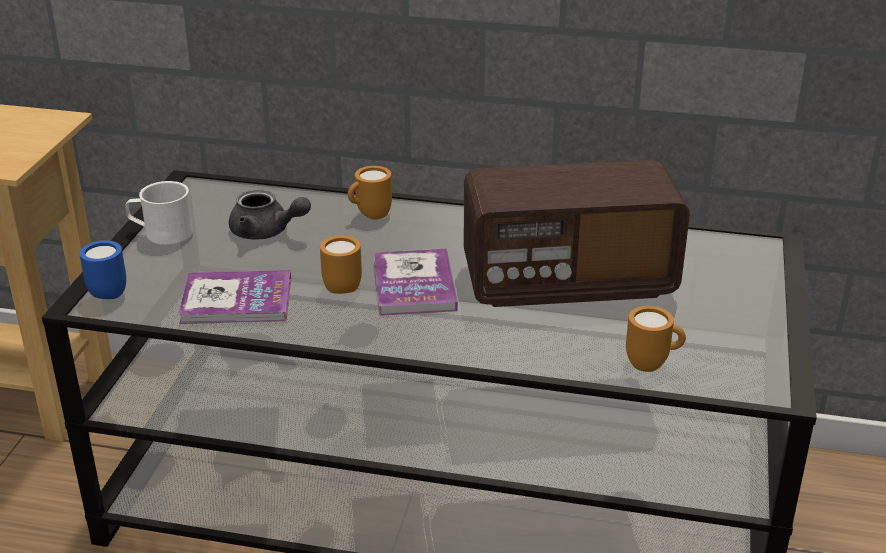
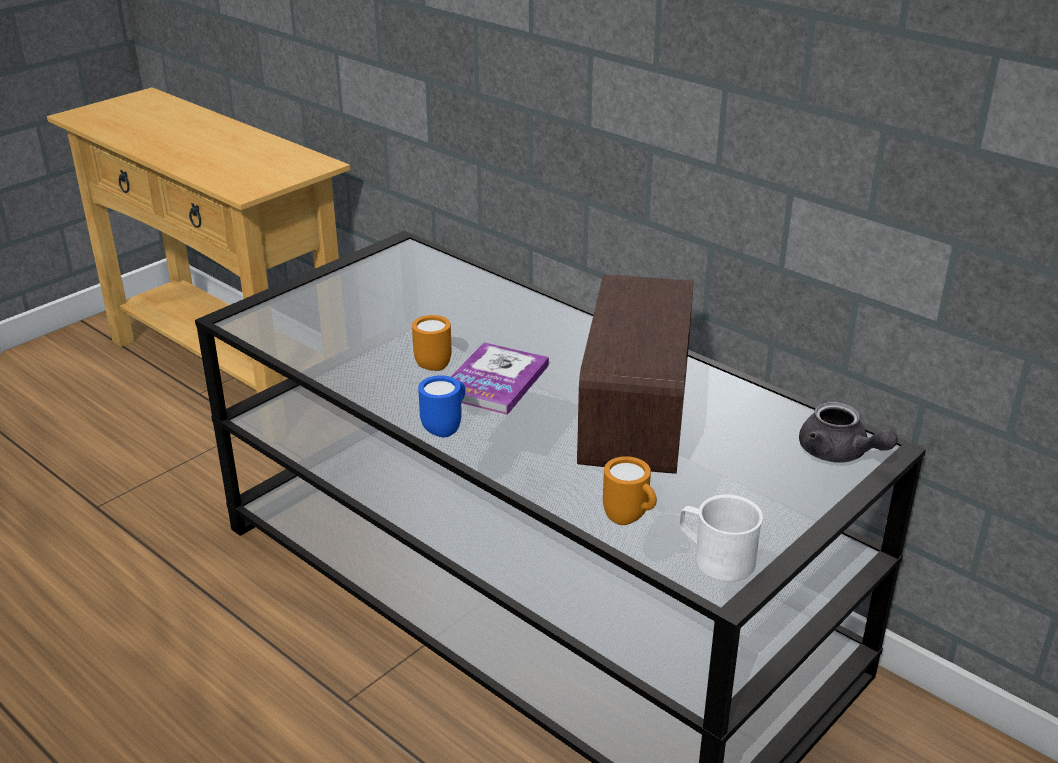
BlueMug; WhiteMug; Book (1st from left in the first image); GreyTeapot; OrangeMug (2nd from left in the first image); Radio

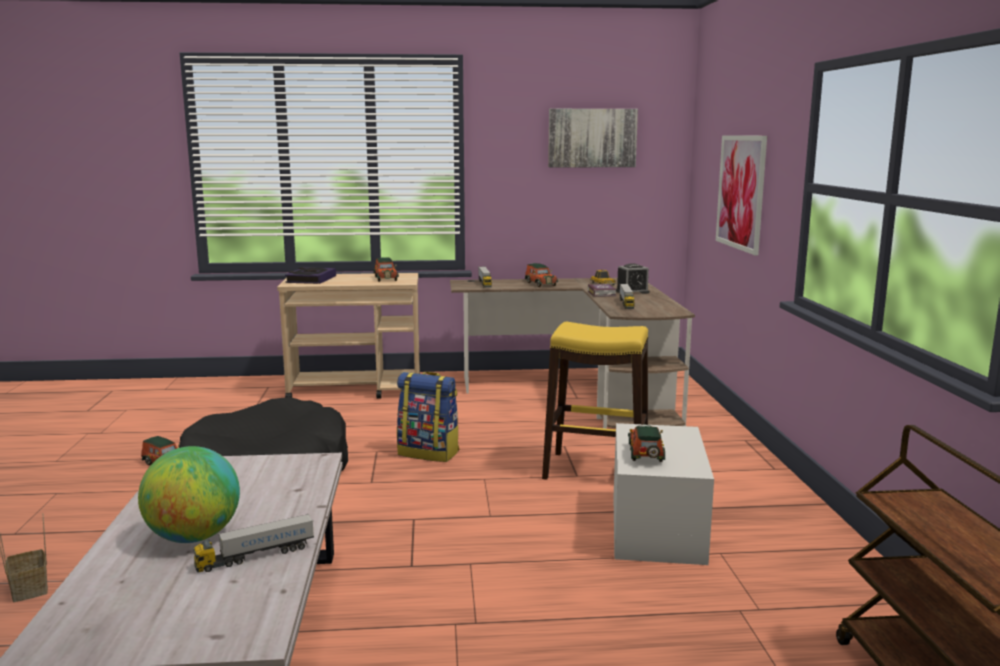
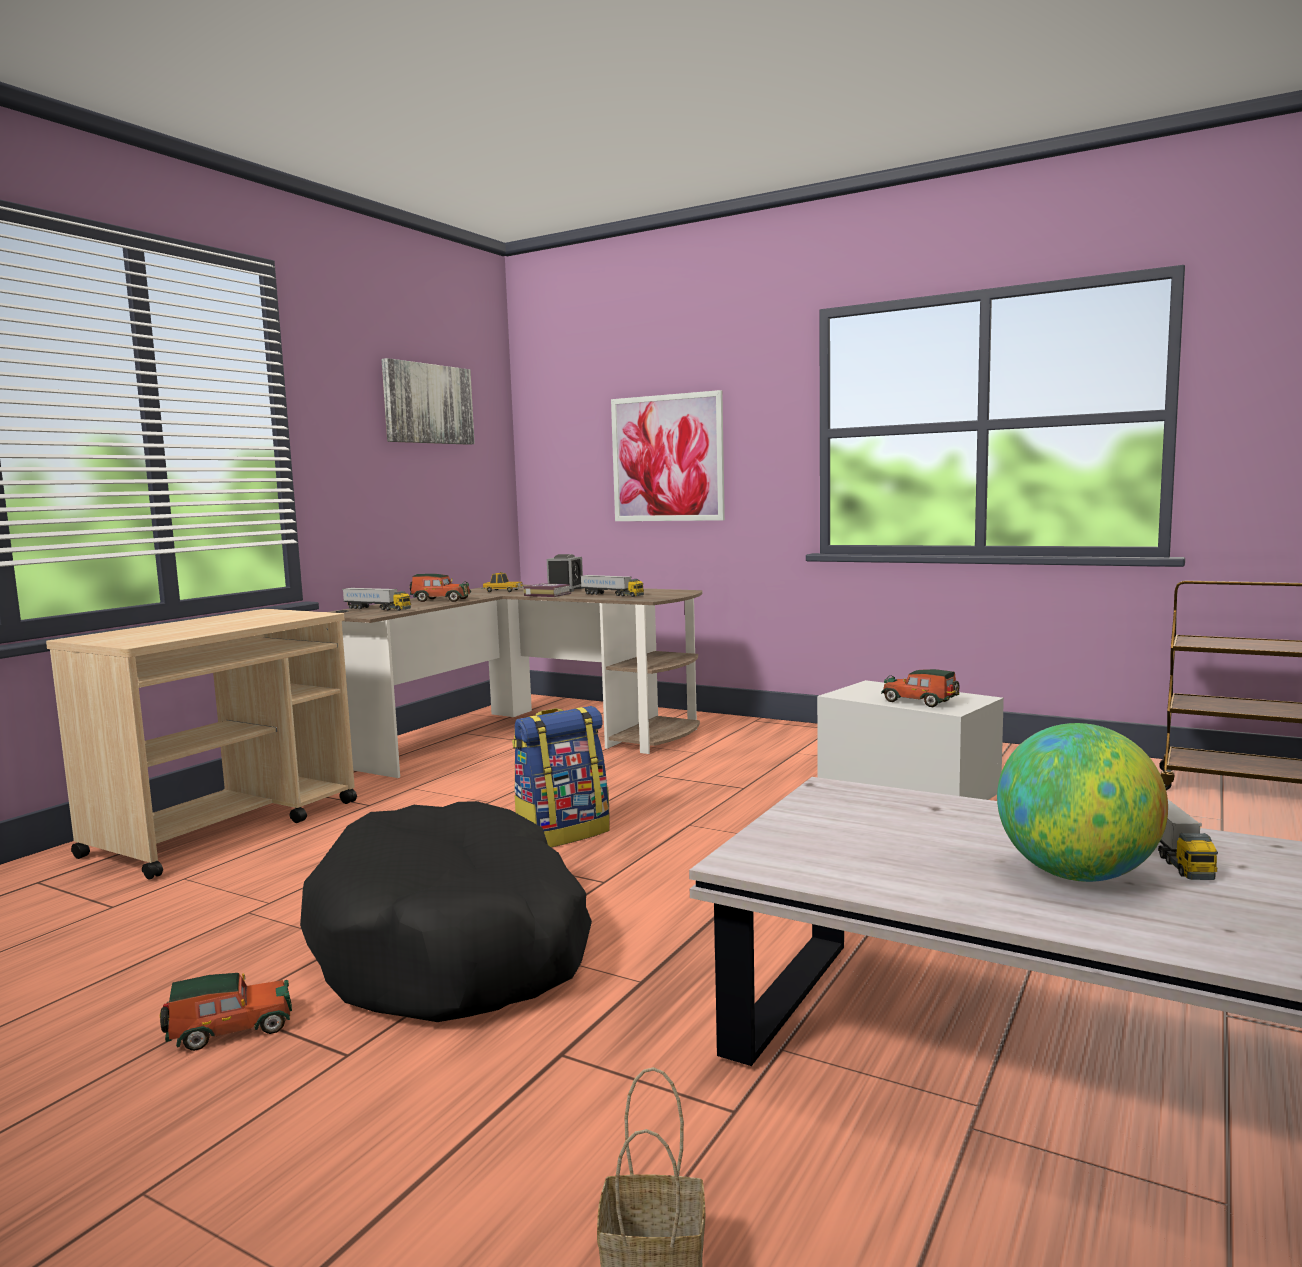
Book (1st from left in the first image); ToyCar (2nd from left in the first image); YellowStool

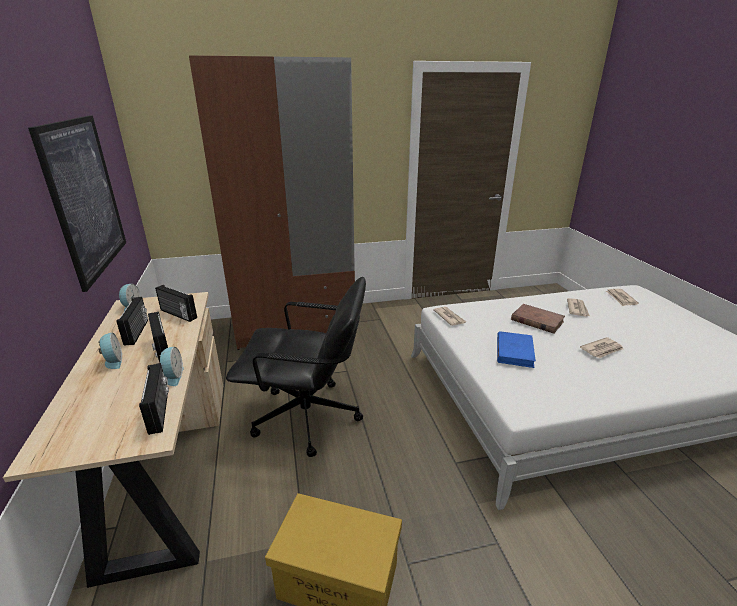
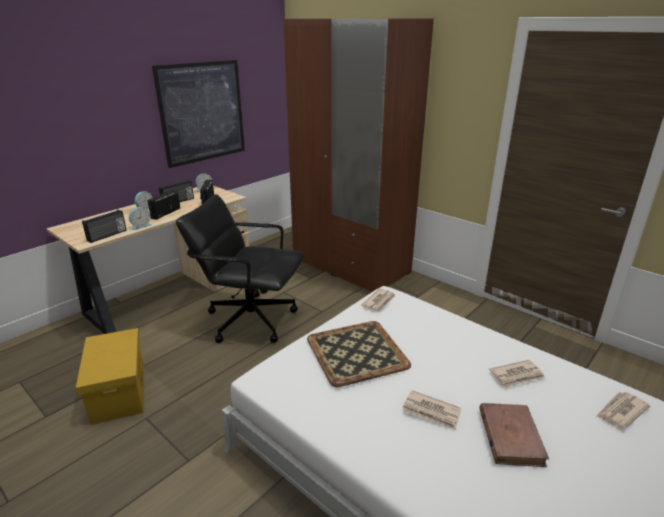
BlackOfficeChair; Tray; BrownBook

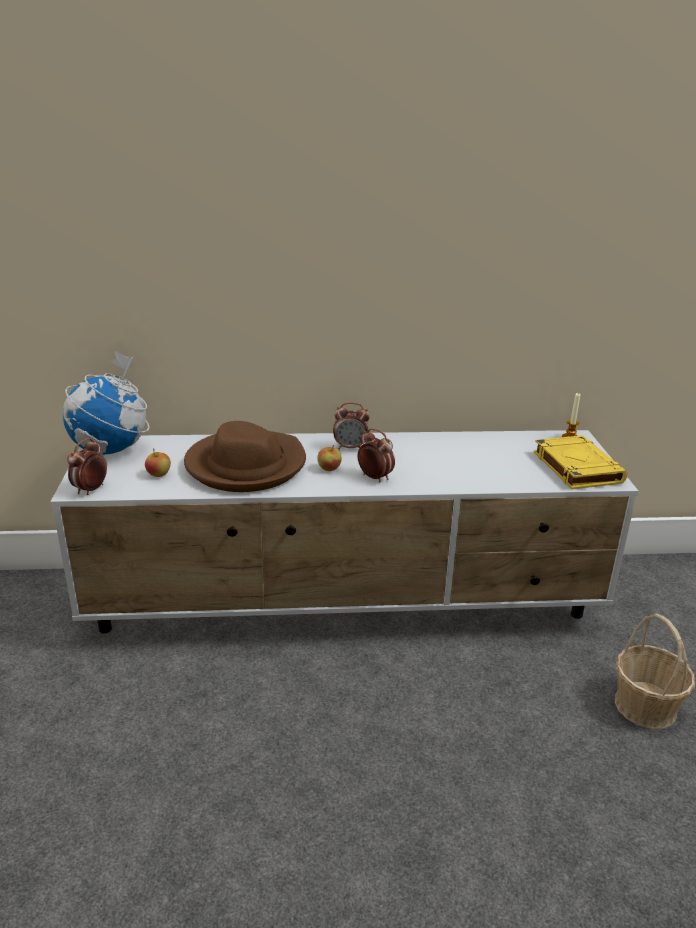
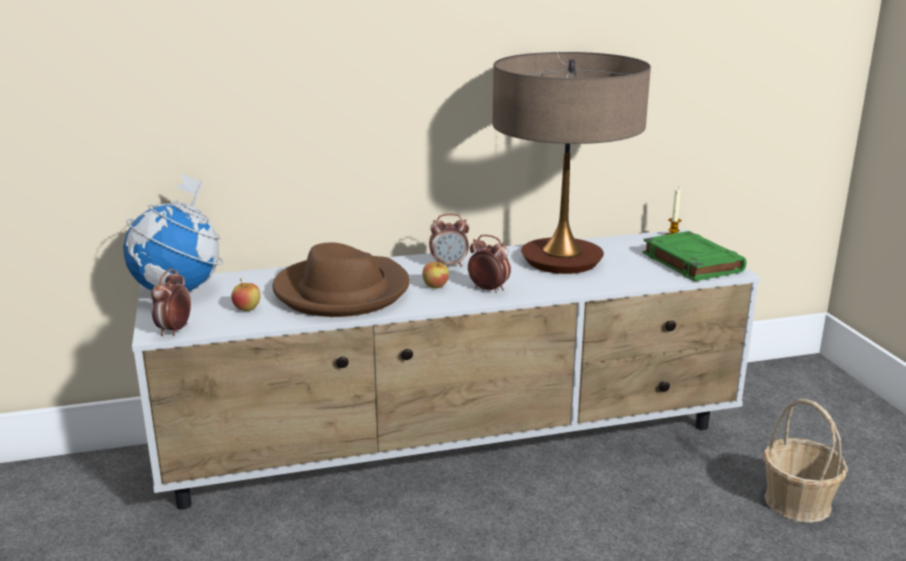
GreenBook; TableLamp

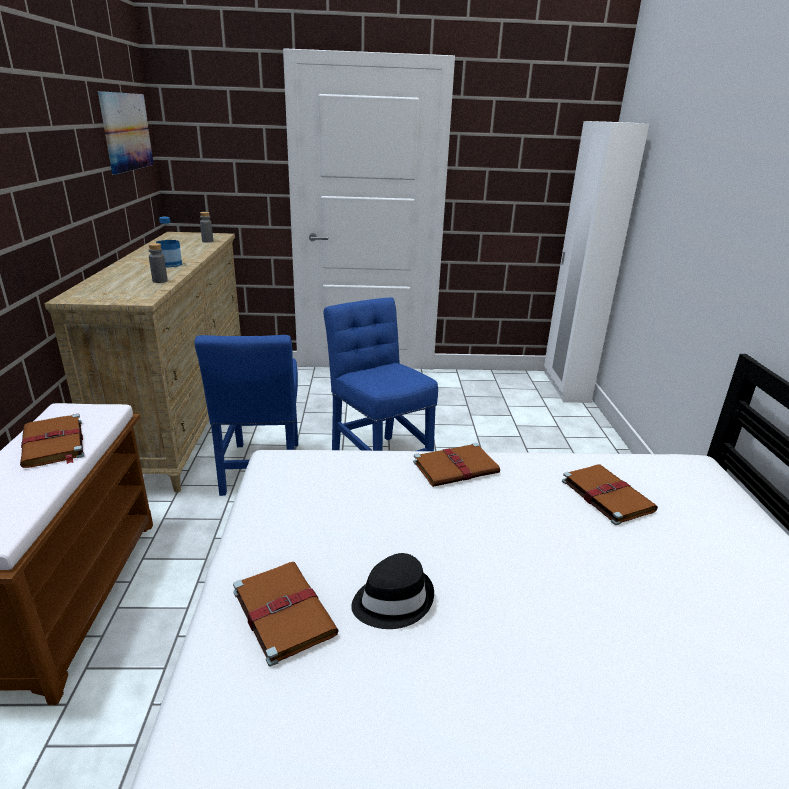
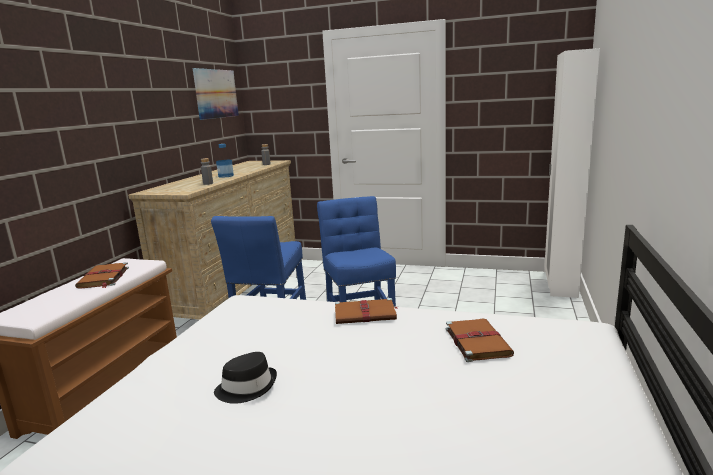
BrownBook (2nd from left in the first image)

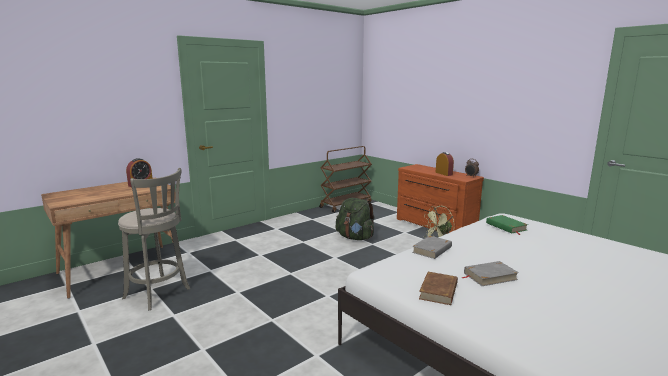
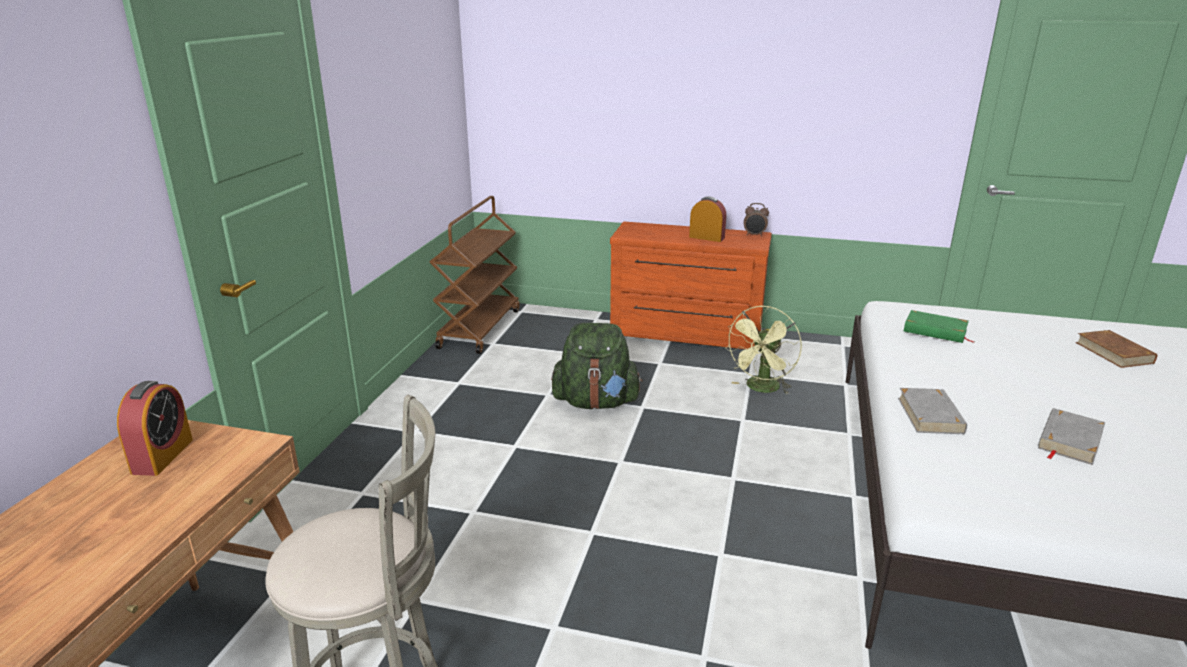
BrownBook

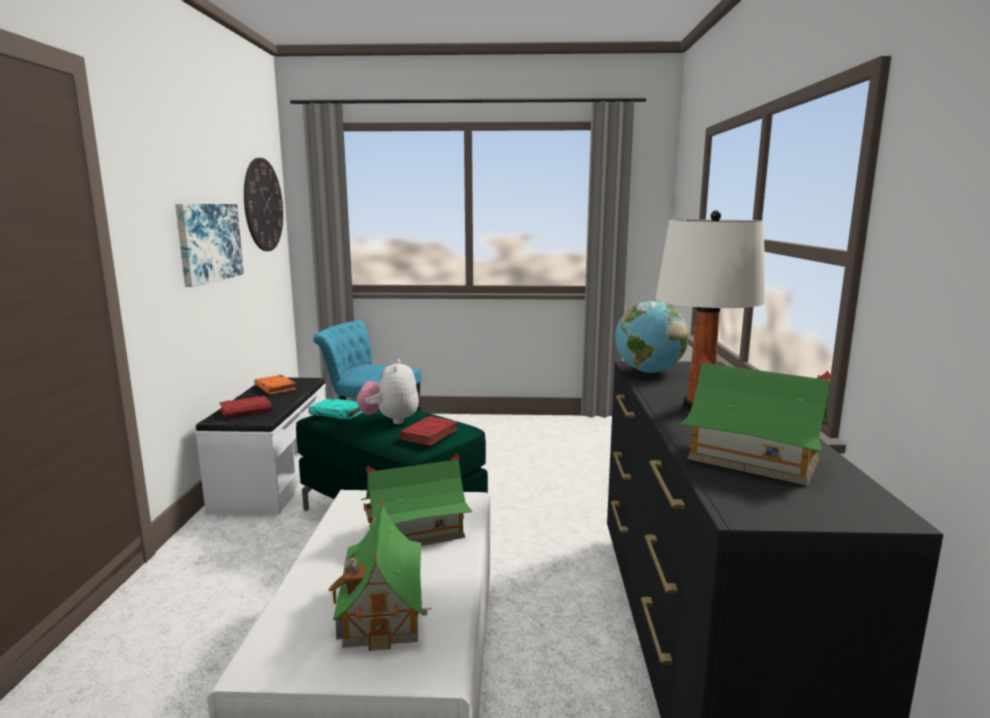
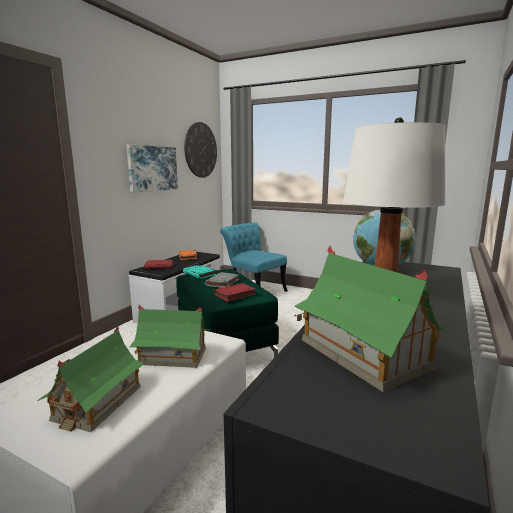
GreyBook

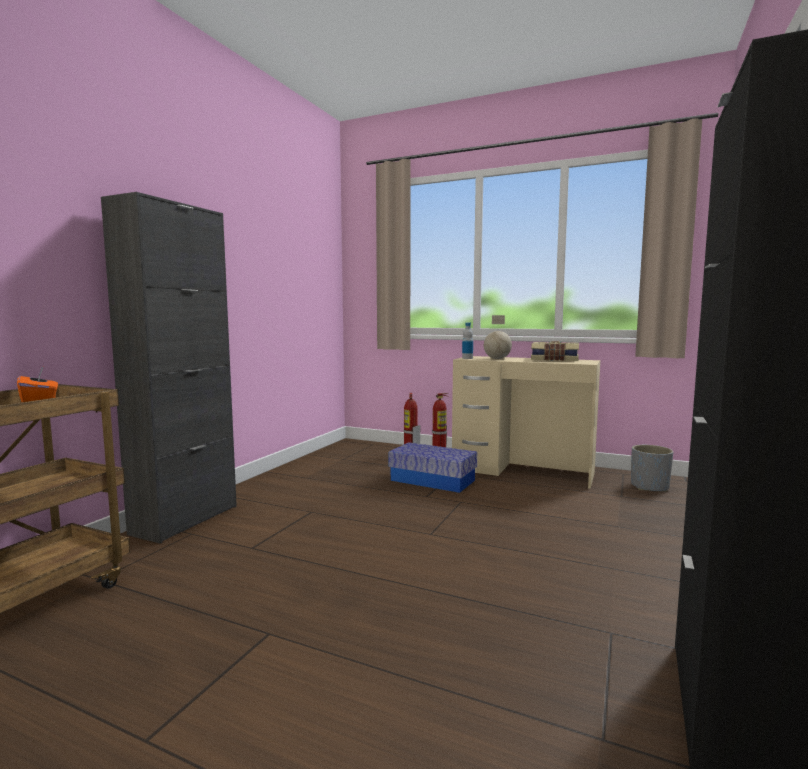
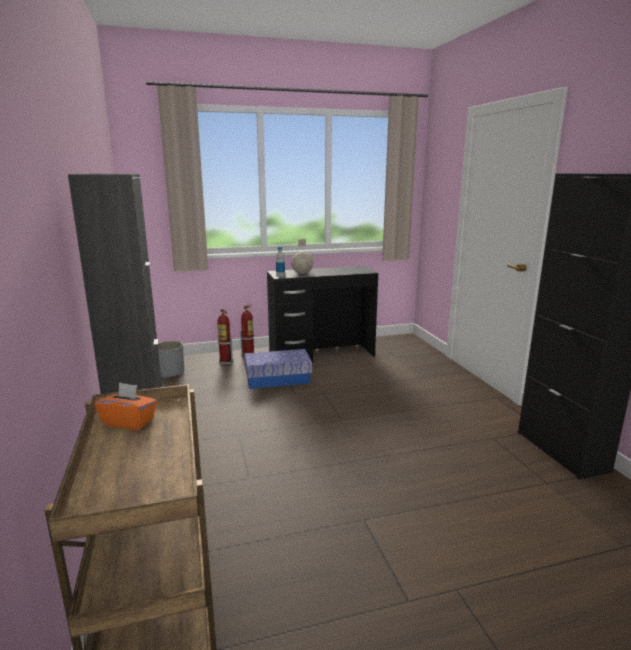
BlackDesk; Book; GreyPlanter

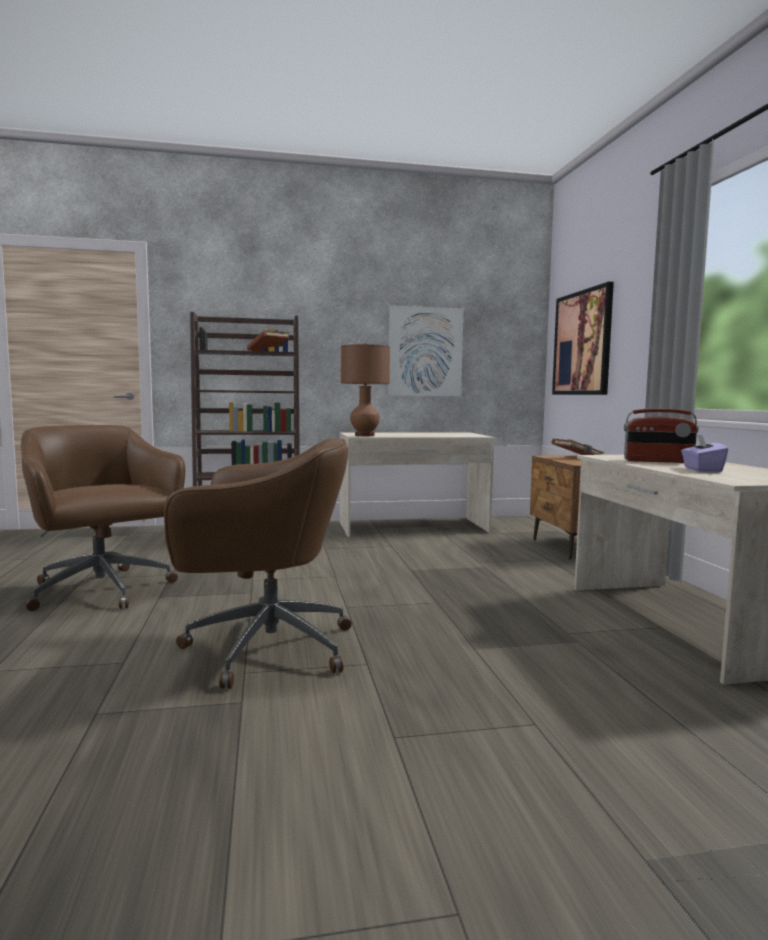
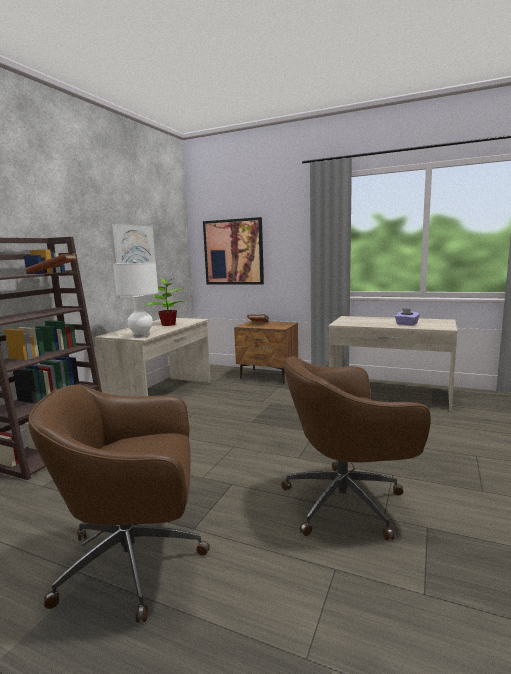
BrownOfficeChair (2nd from left); WhiteTableLamp; Radio; PottedPlant

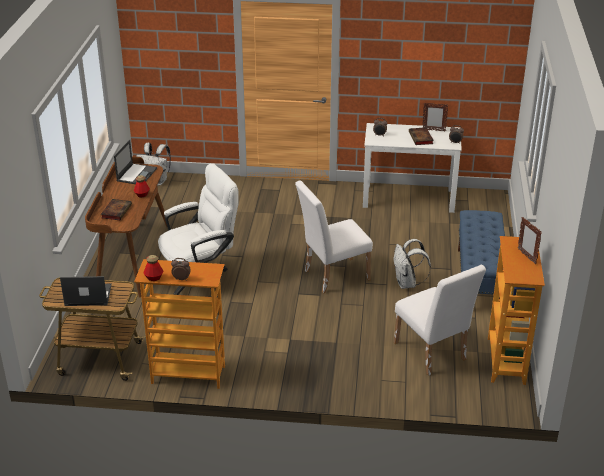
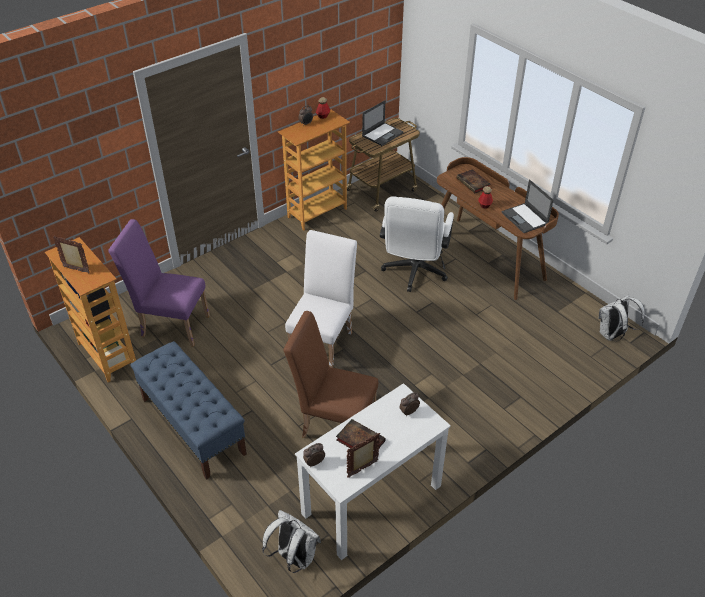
WhiteBackpack (1st from left); PurpleChair; BrownChair

